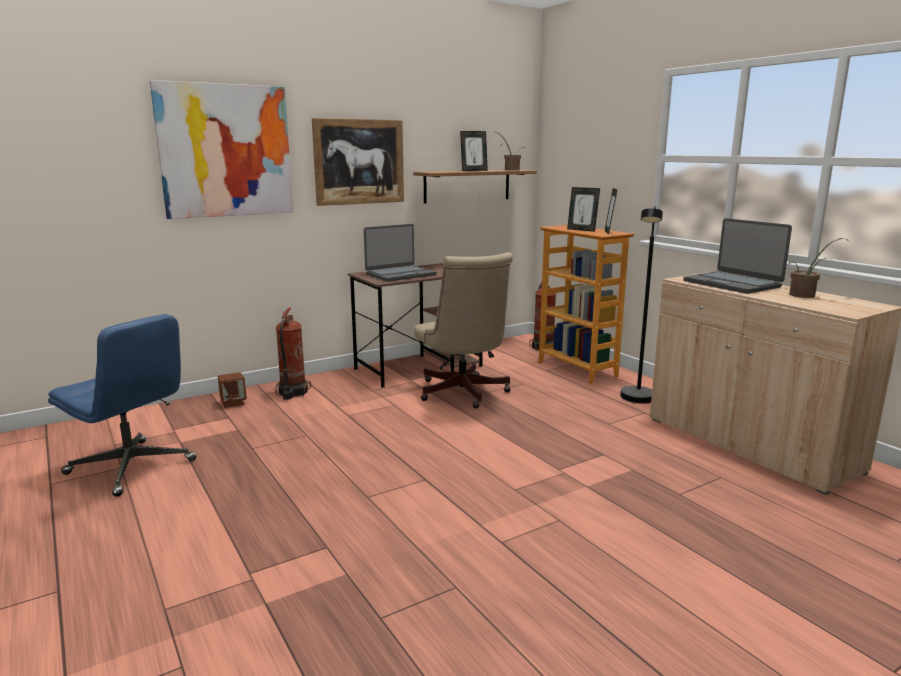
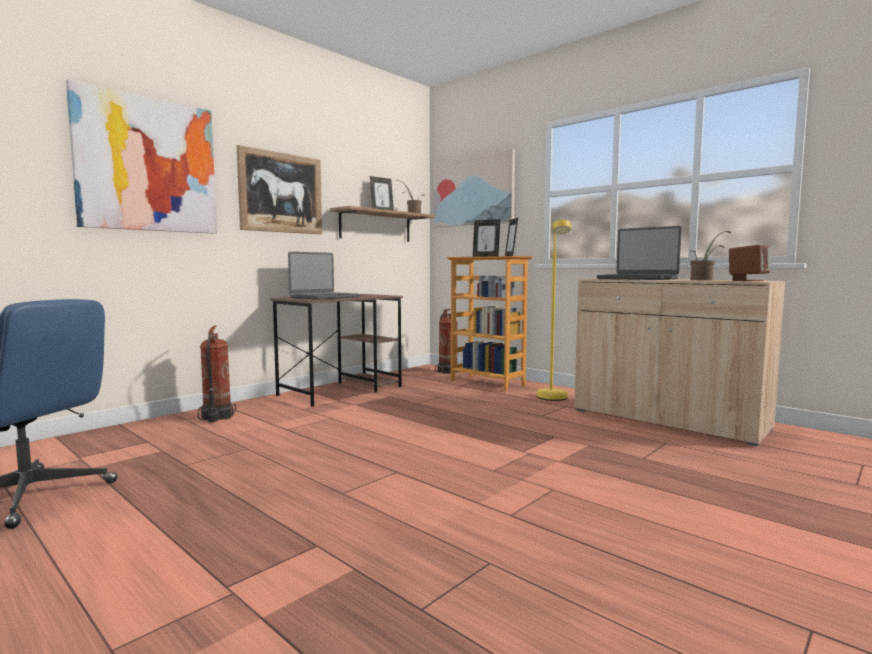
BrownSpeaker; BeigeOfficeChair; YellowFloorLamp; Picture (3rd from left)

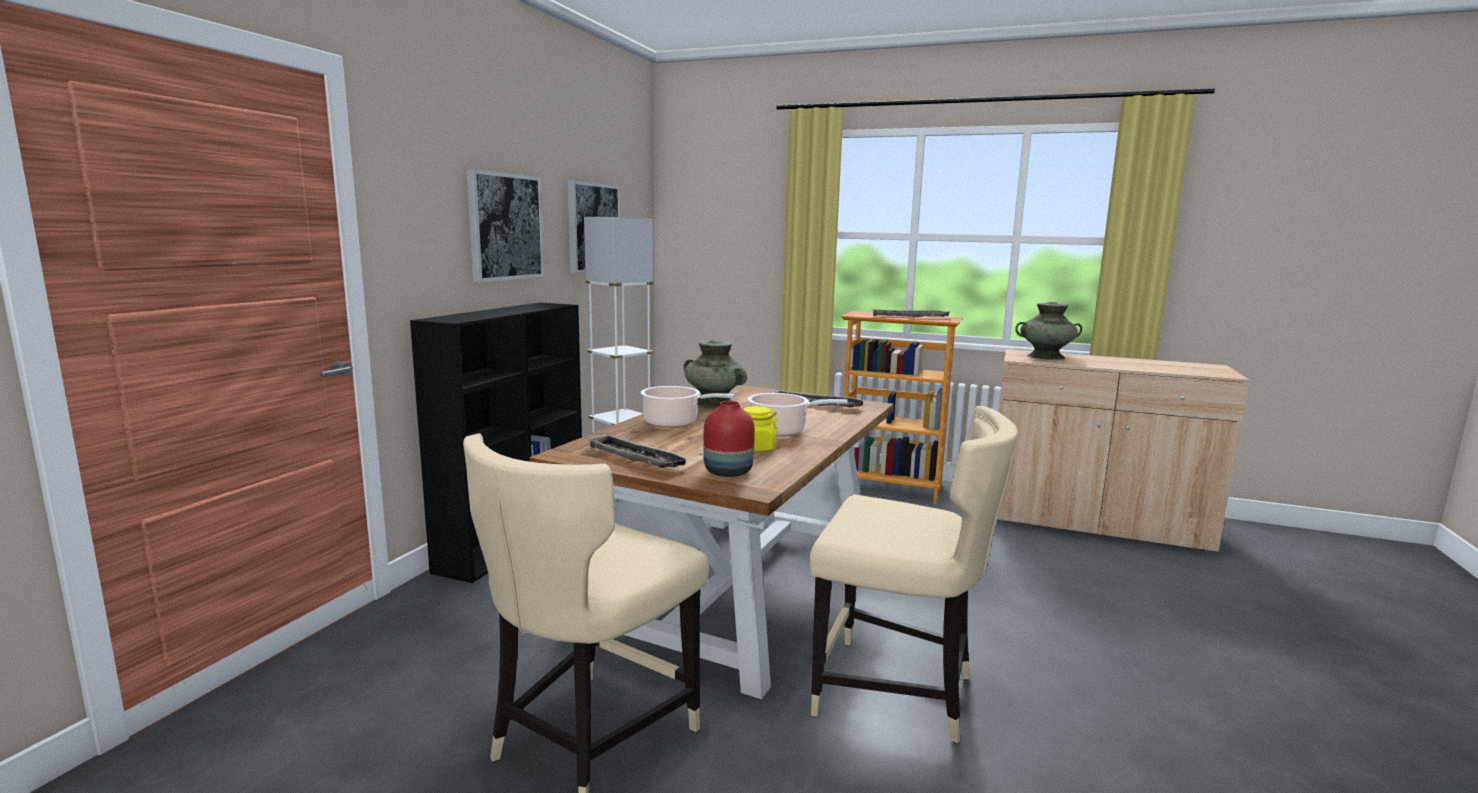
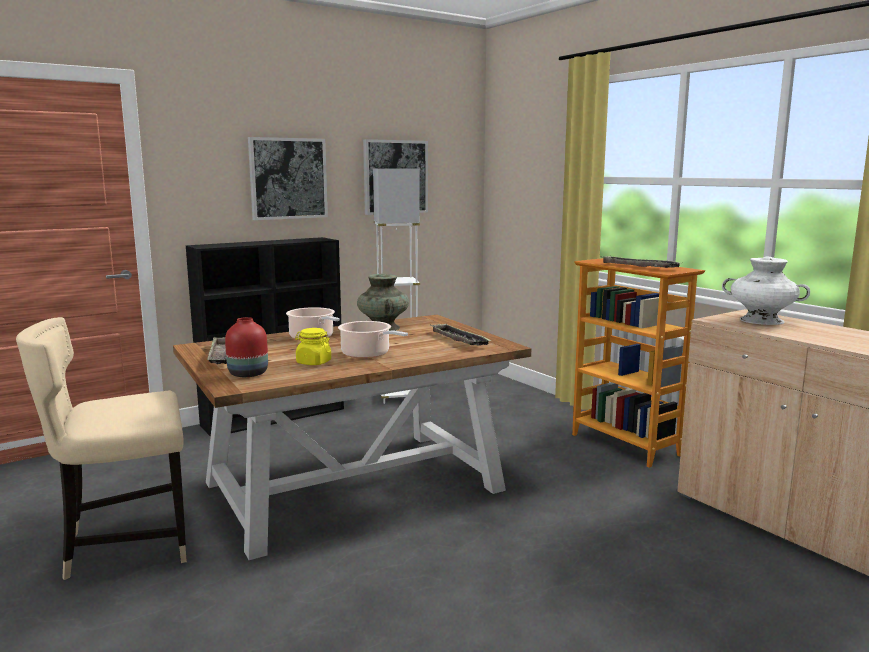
BeigeChair (2nd from left in the first image); WhiteVase

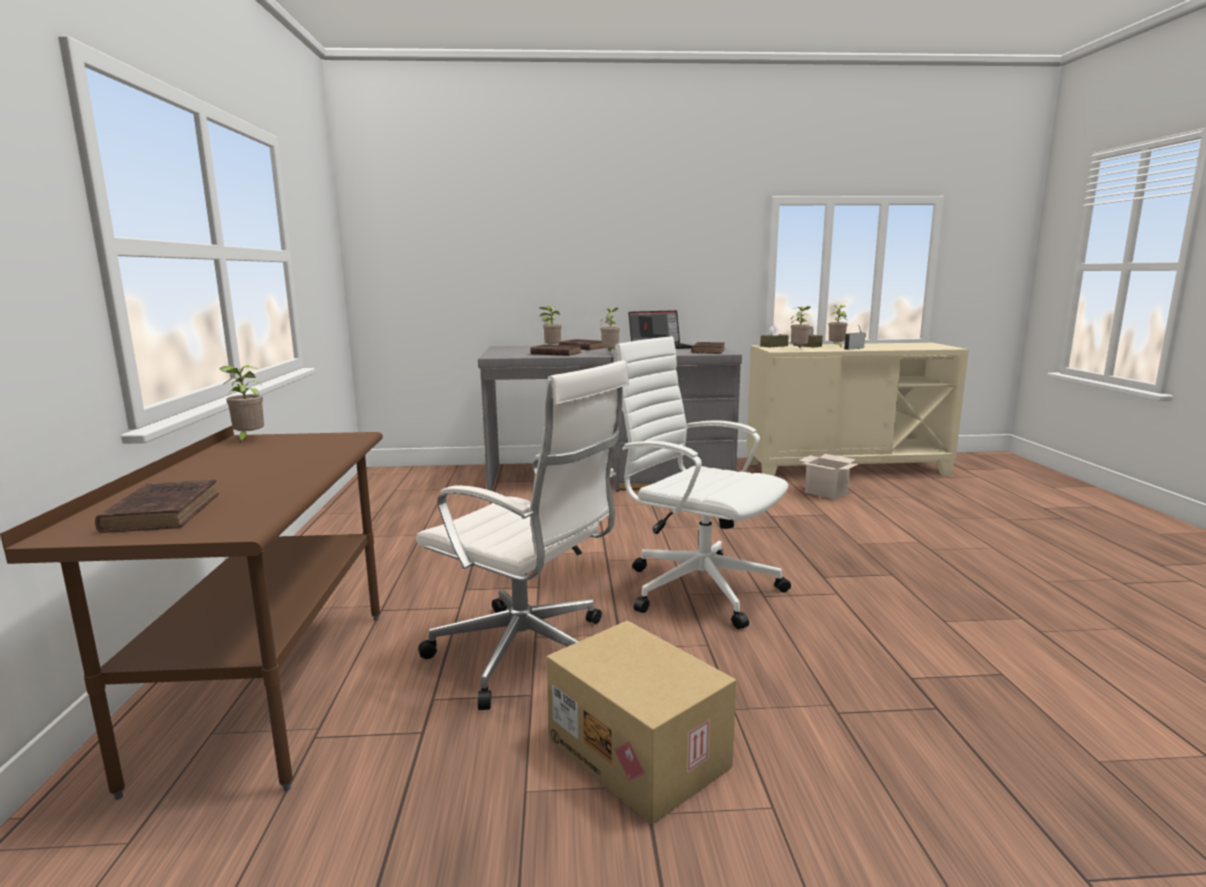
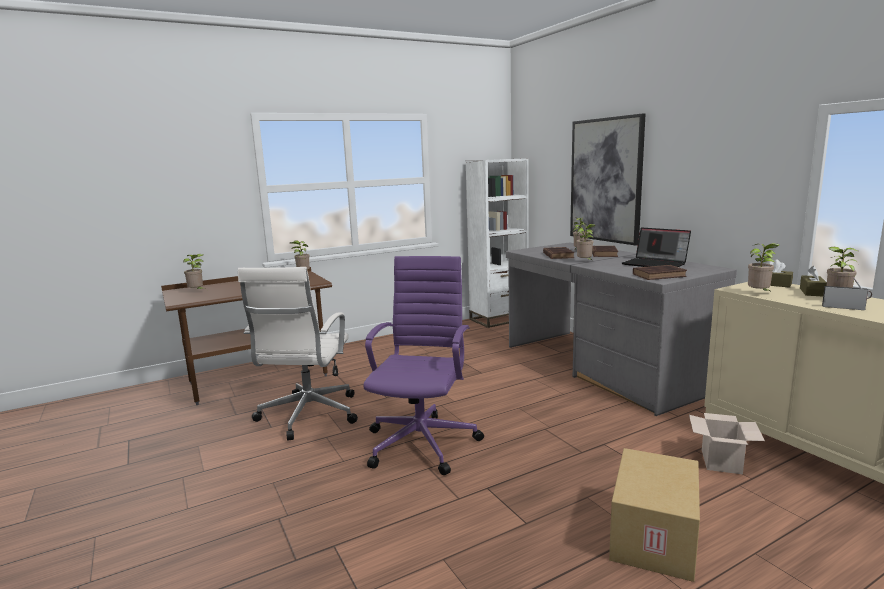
PottedPlant (1st from left); CardboardBox (1st from left); PurpleOfficeChair; WhiteBookcase; Picture

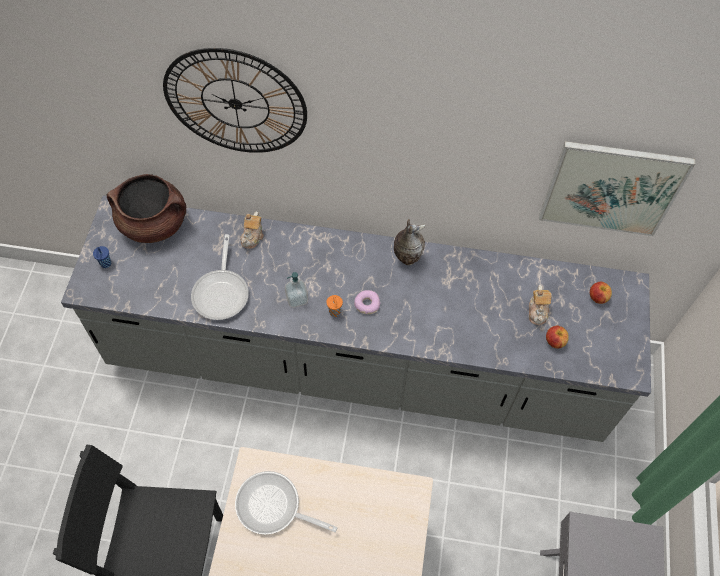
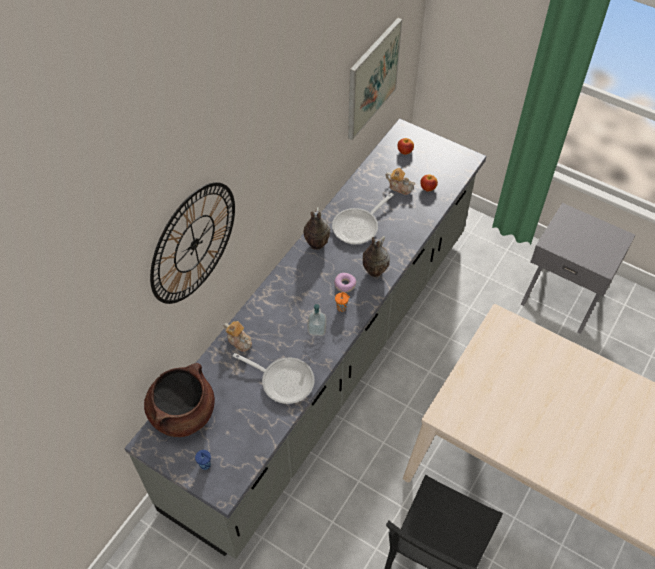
FryingPan (2nd from left); Vase (2nd from left)

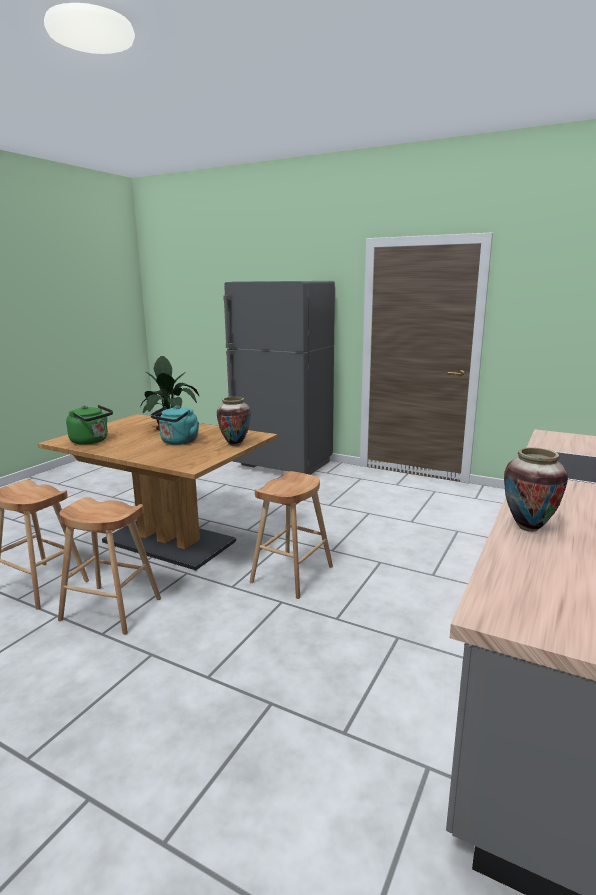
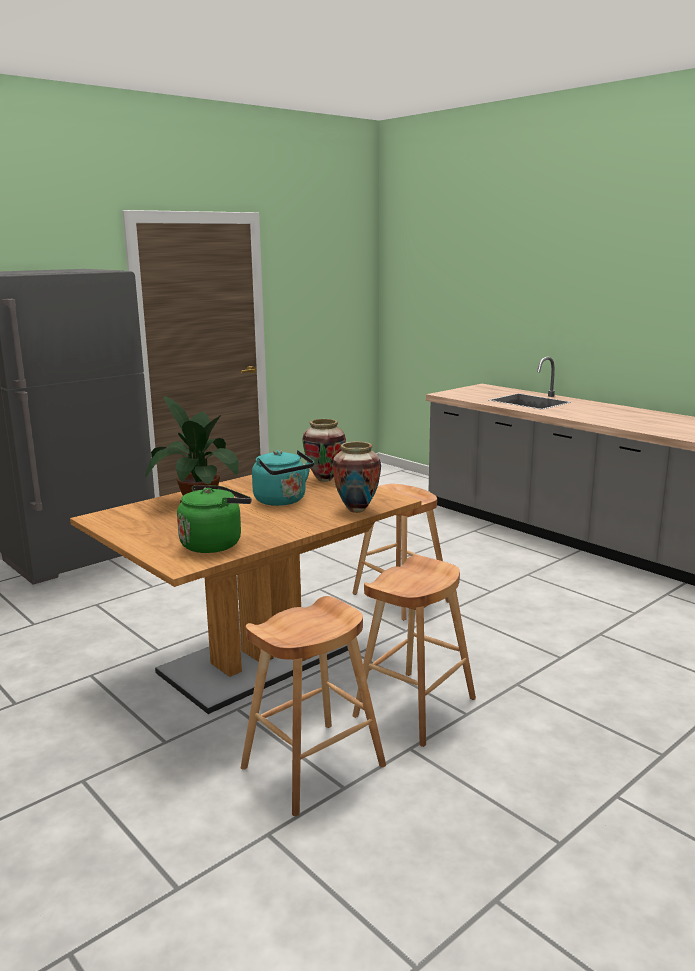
Vase (2nd from left)

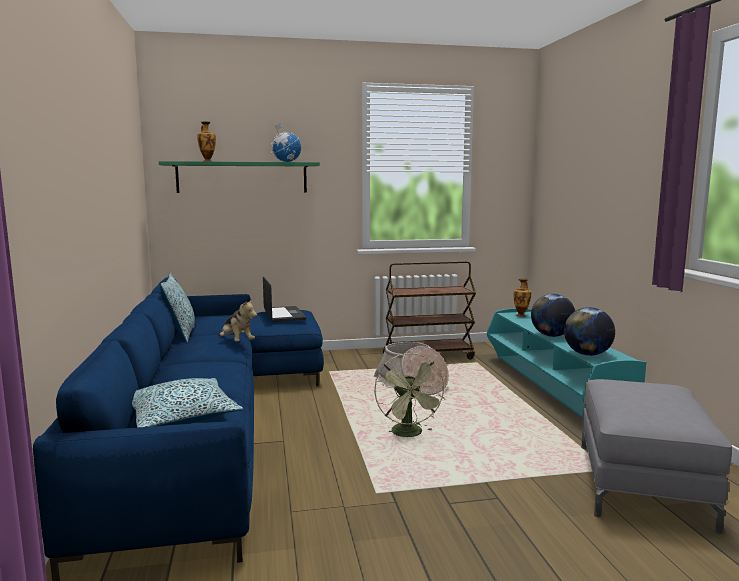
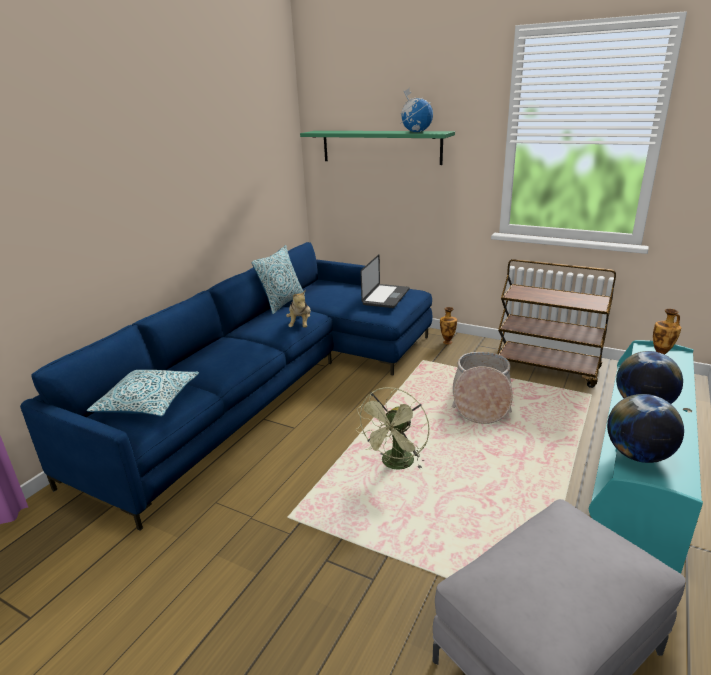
Vase (1st from left)

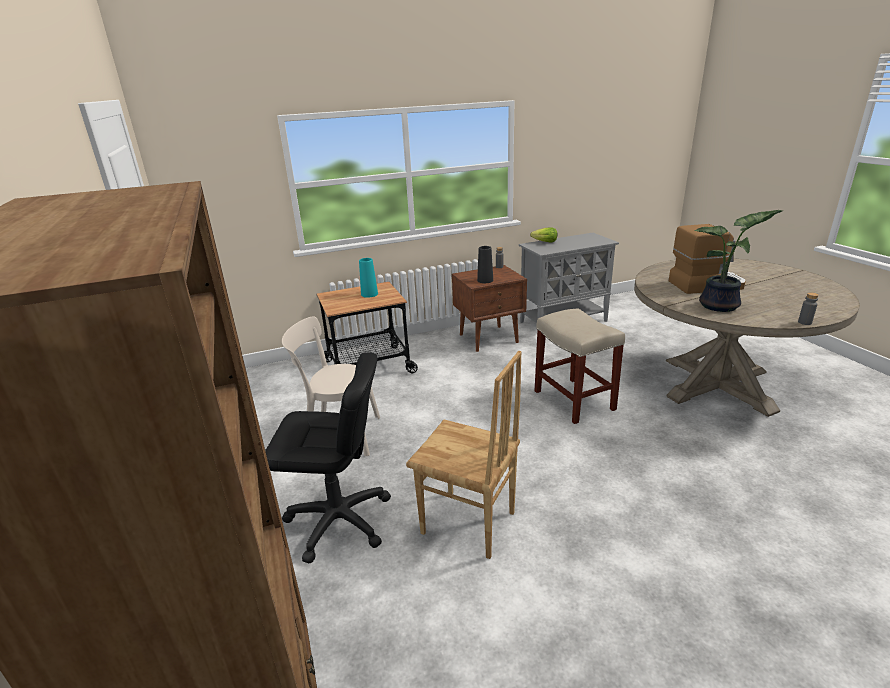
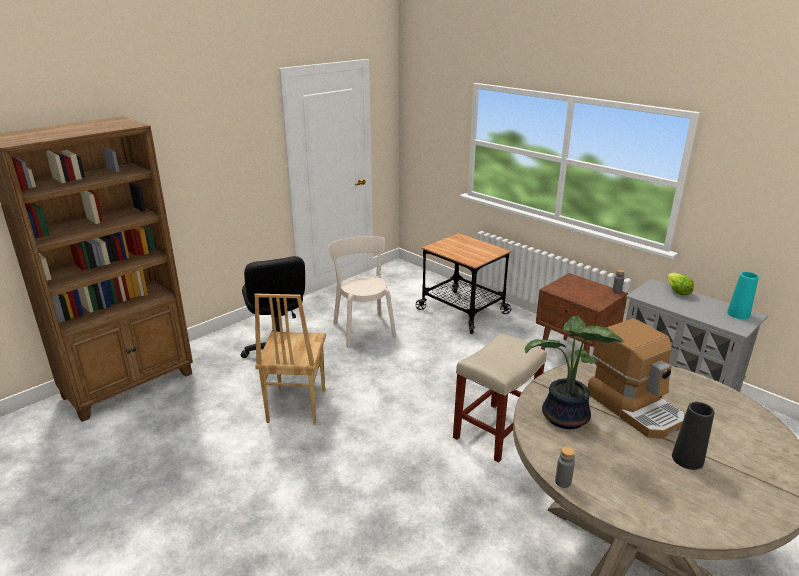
TurquoiseVase; BlackVase

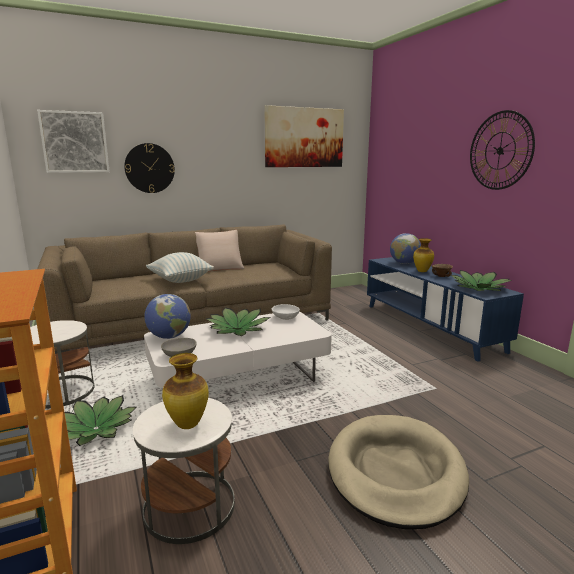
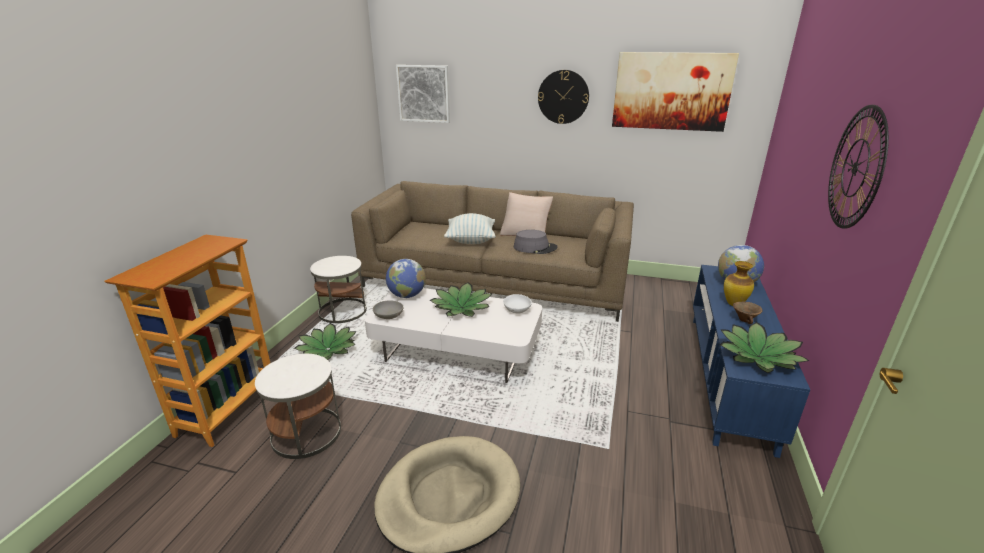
WallClock (1st from left); Vase (1st from left in the first image); GreyHat

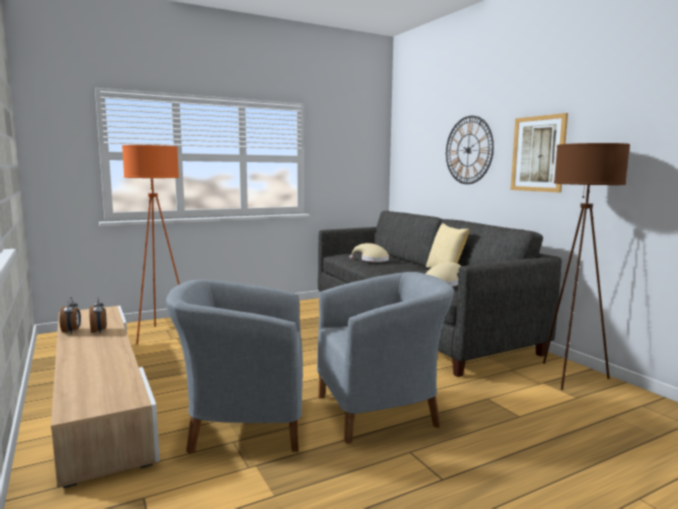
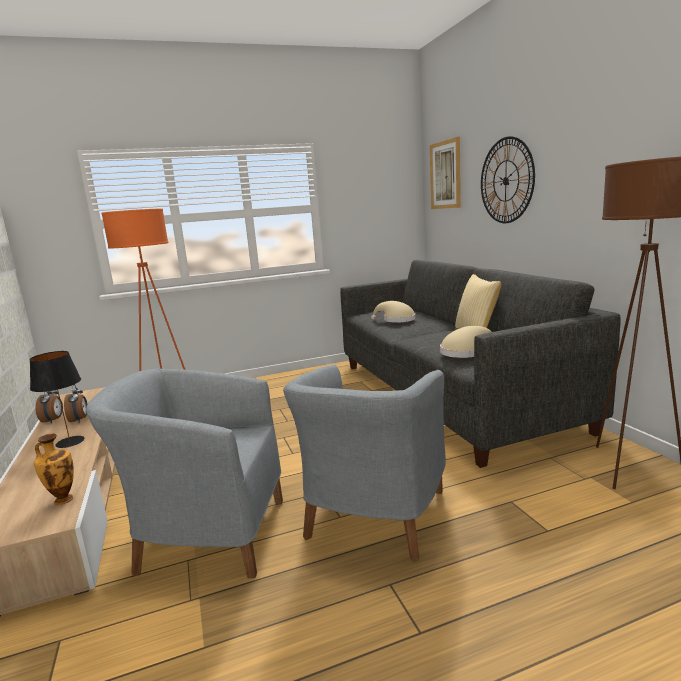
GreyArmchair (2nd from left); Picture; BlackTableLamp; Vase

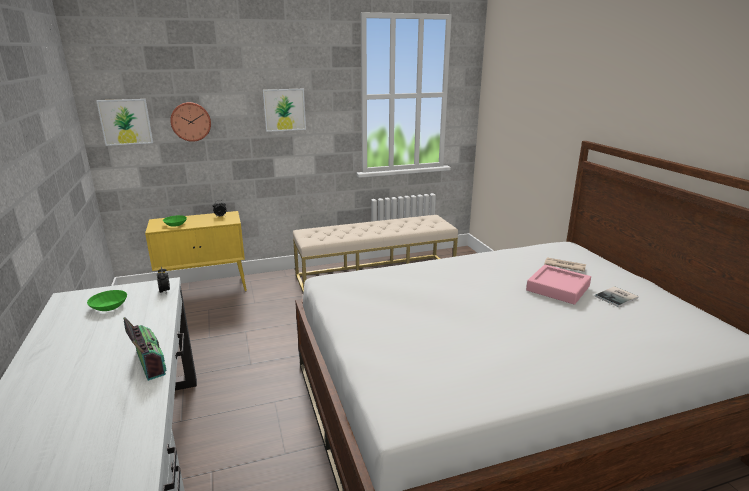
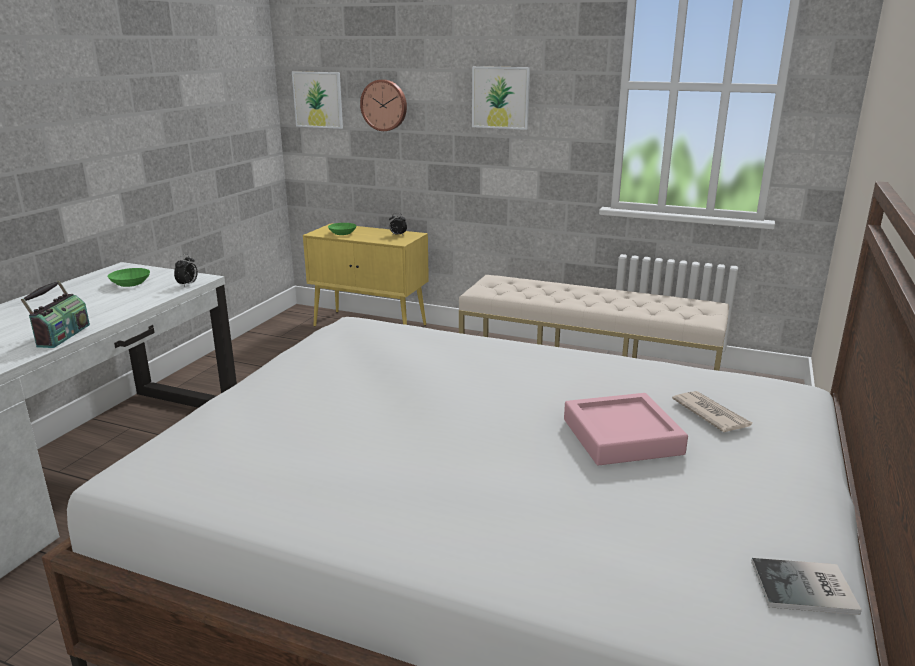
Book

